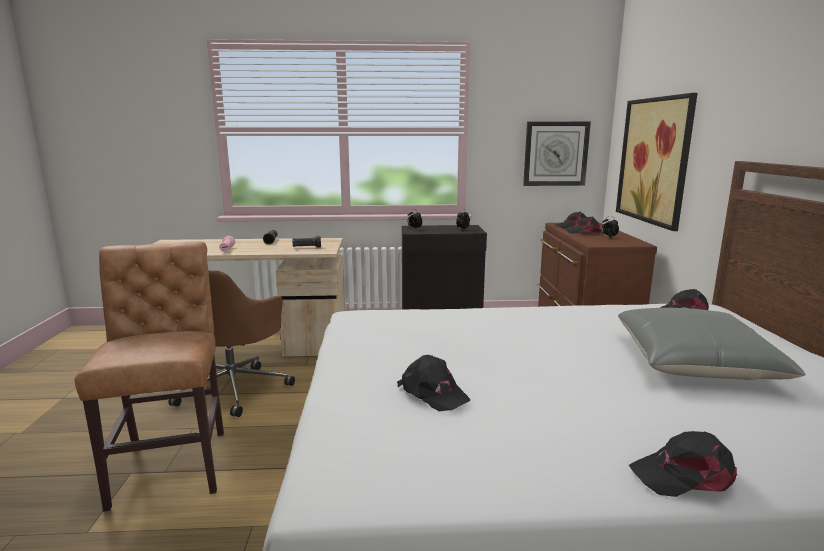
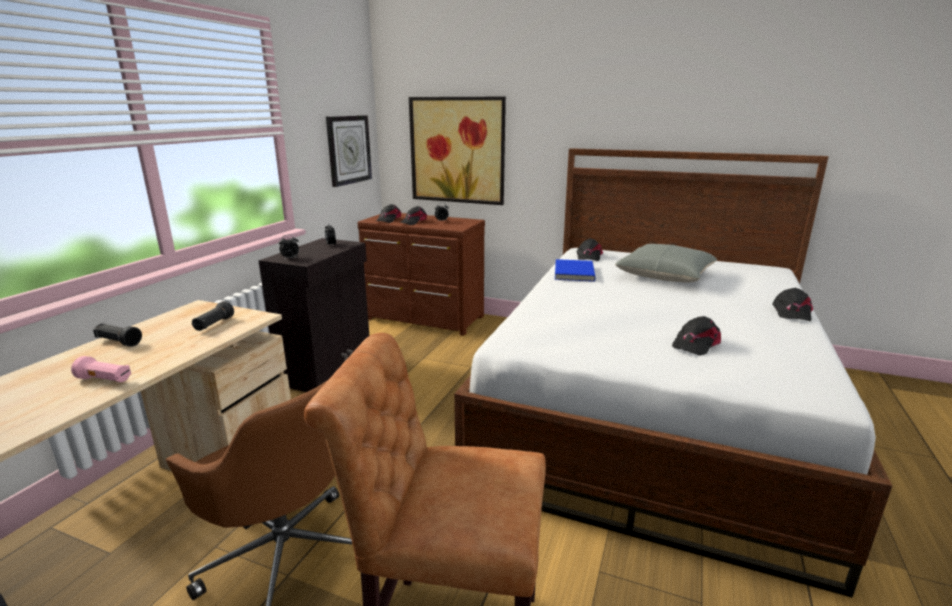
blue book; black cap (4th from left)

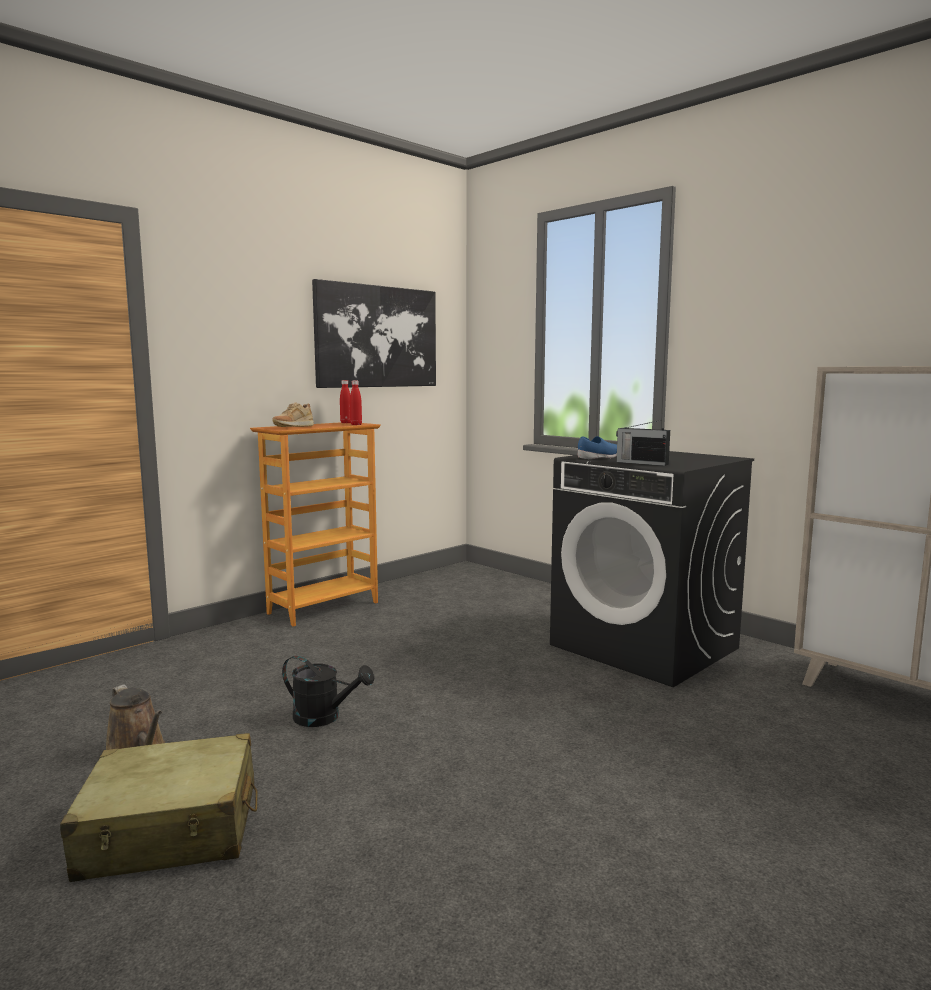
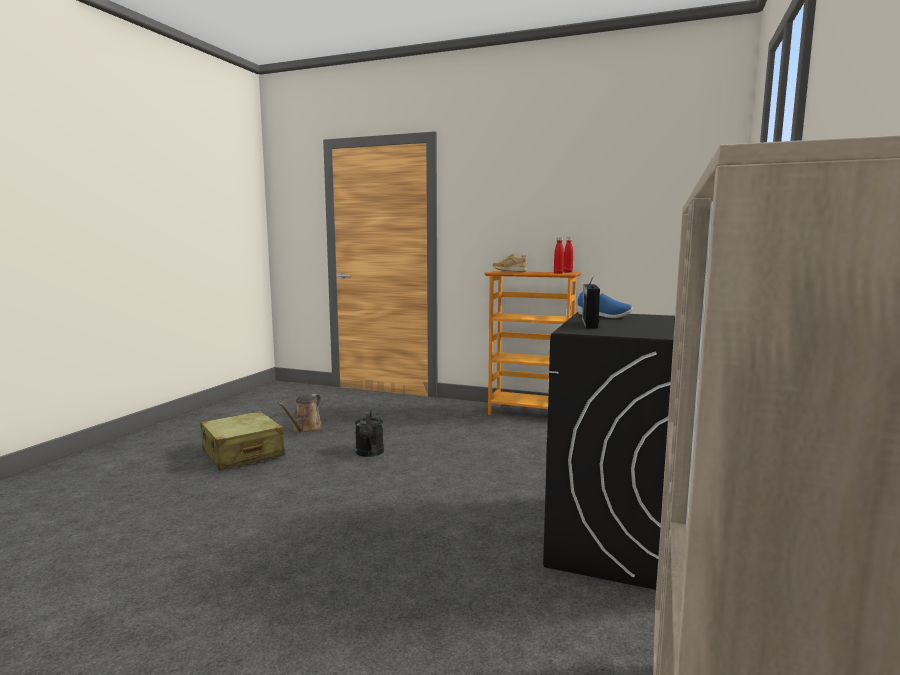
picture

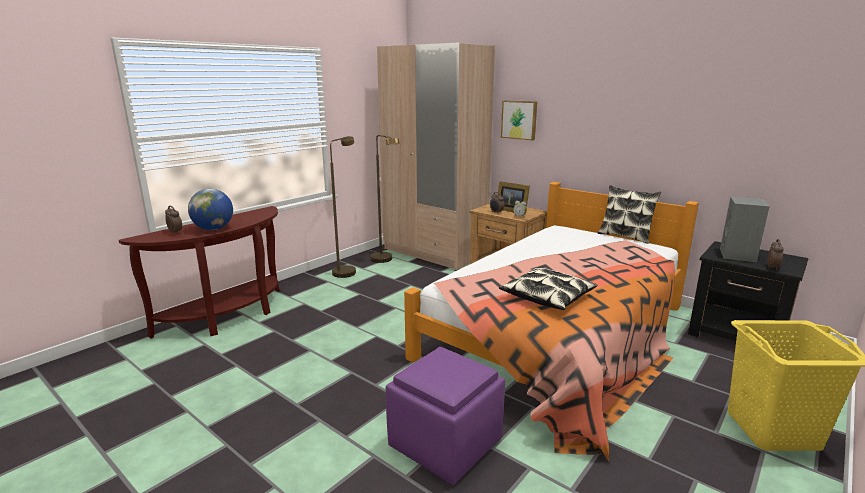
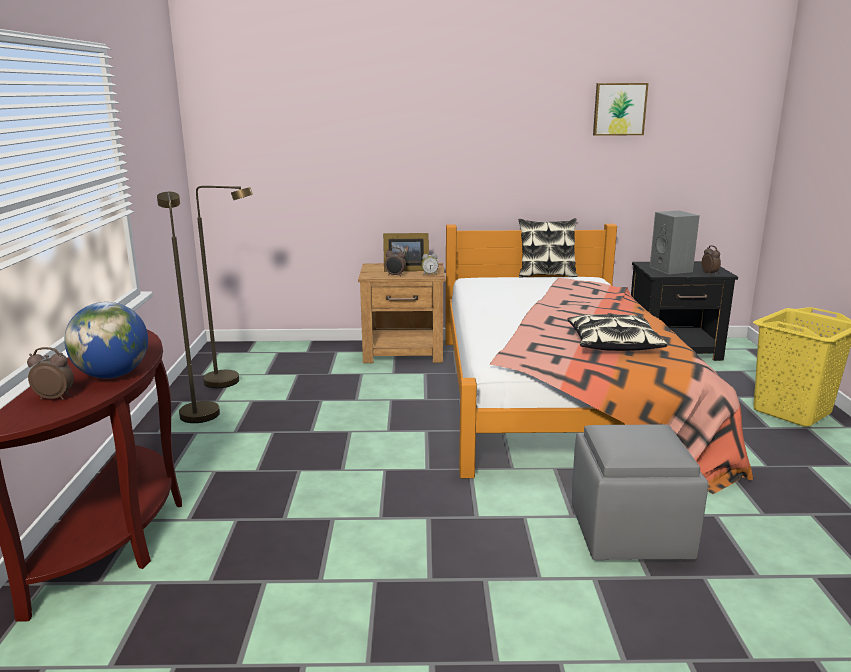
grey ottoman; picture; beige wardrobe

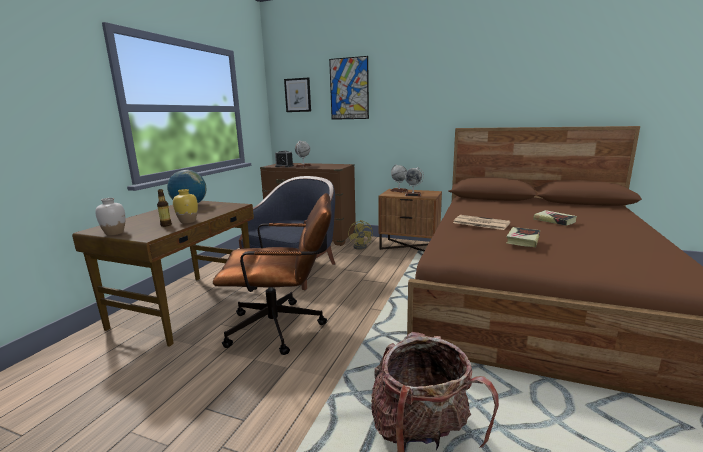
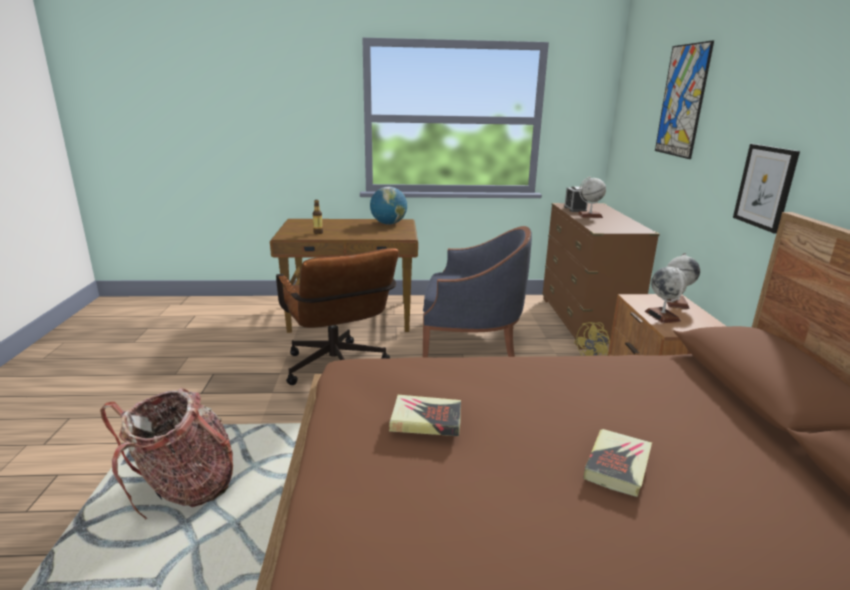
picture (2nd from left); white vase; yellow vase; newspaper

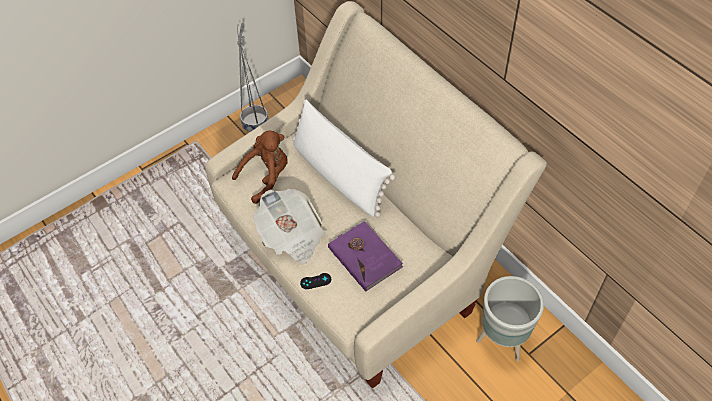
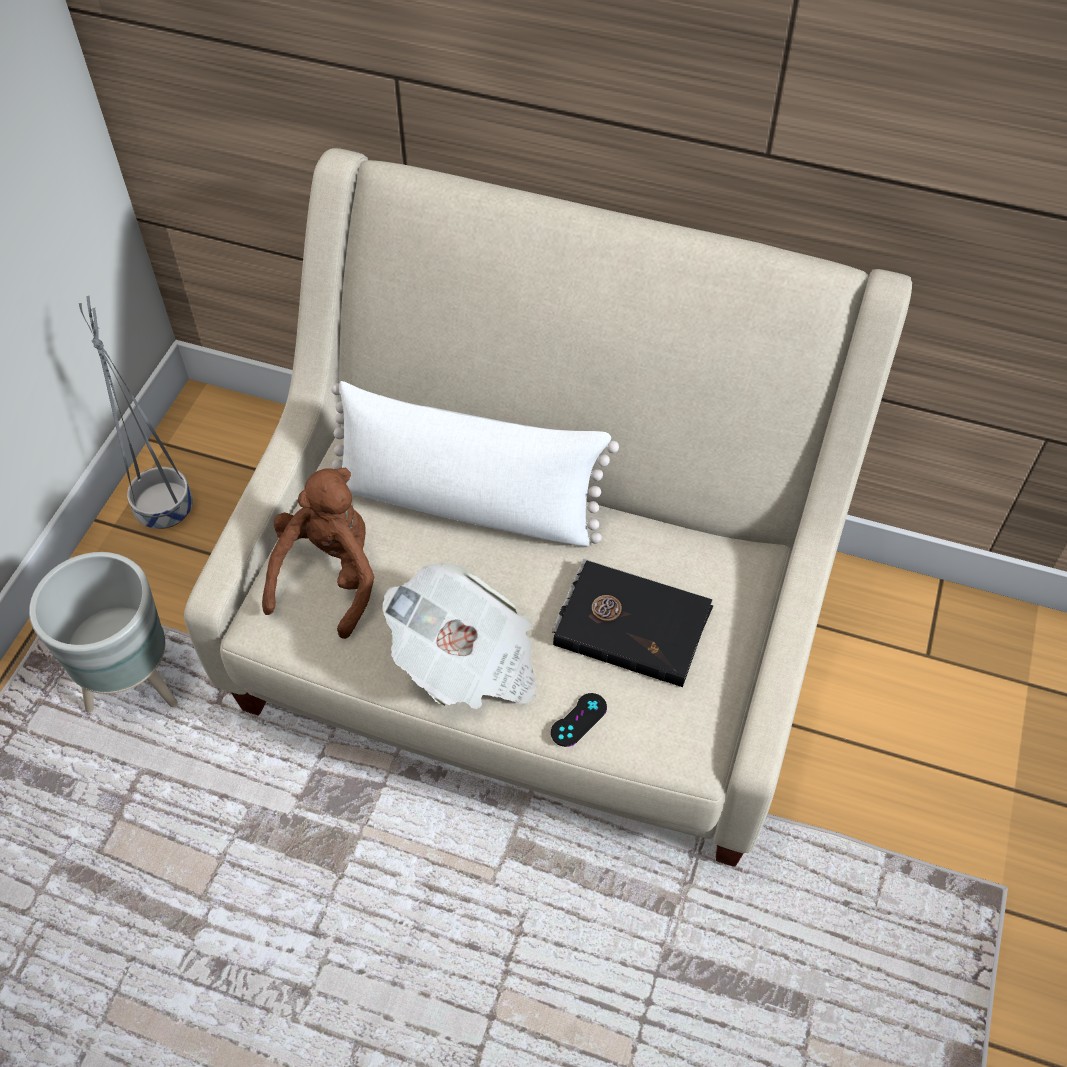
grey planter (1st from left); black book

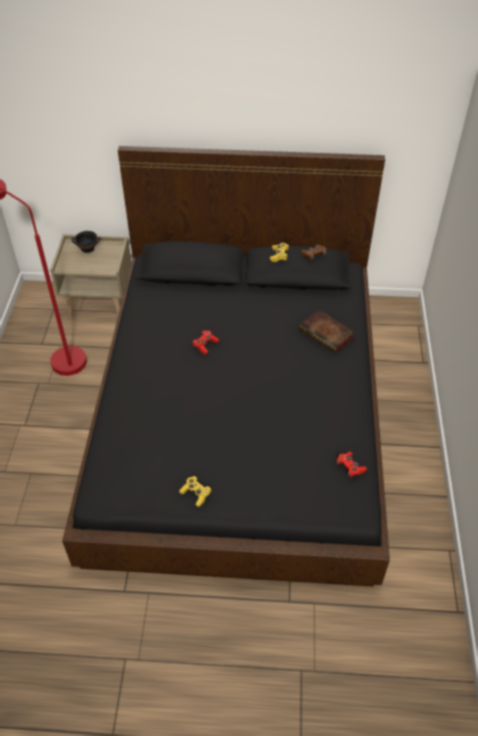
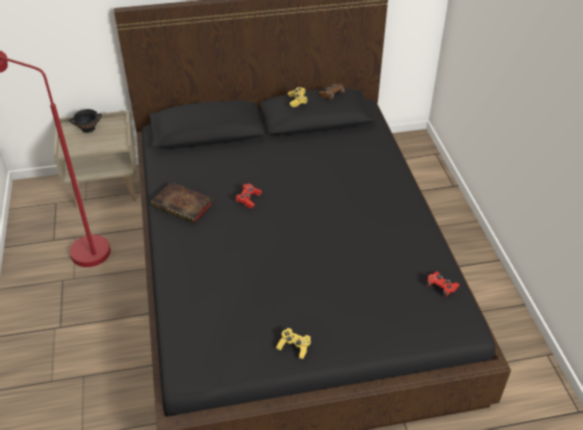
book

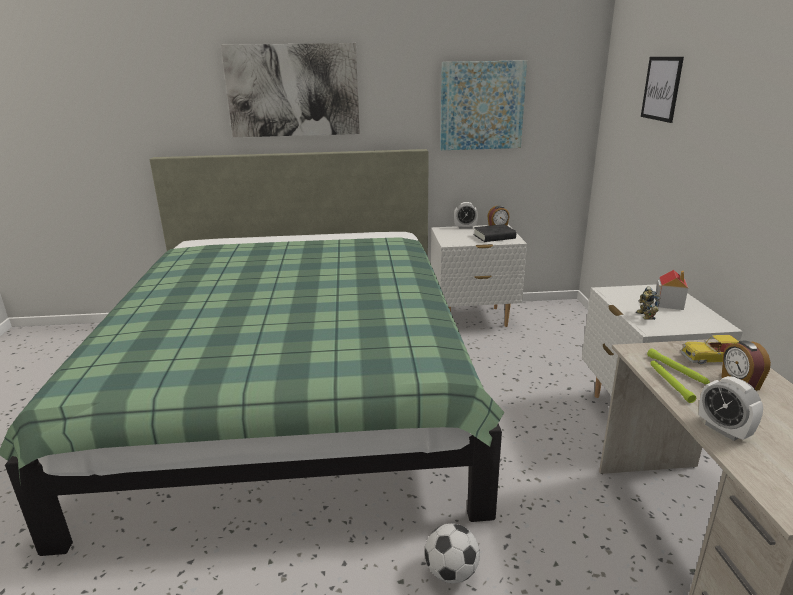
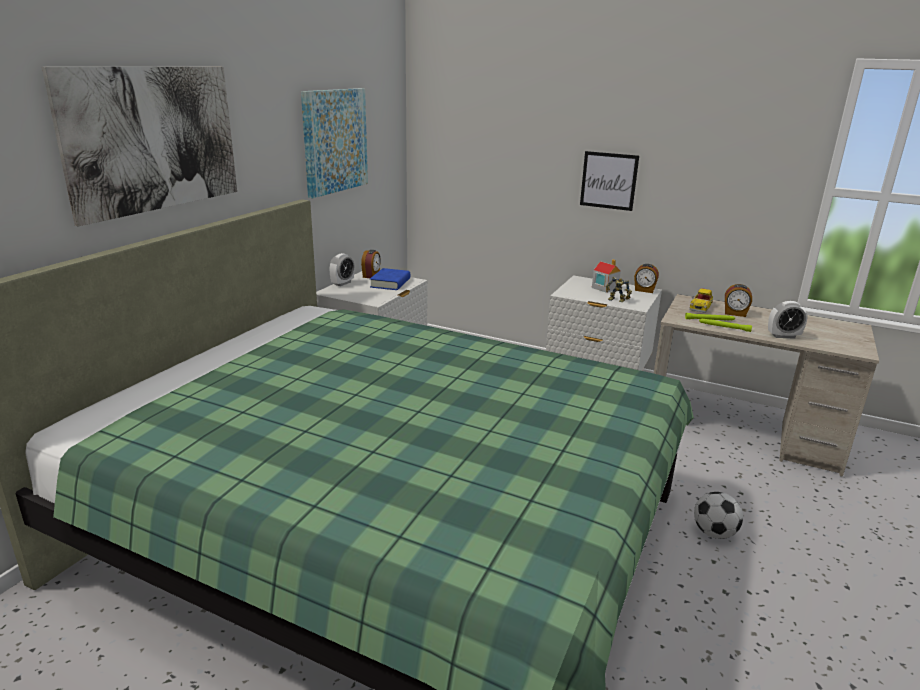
blue book; picture (3rd from left); alarm clock (3rd from left)

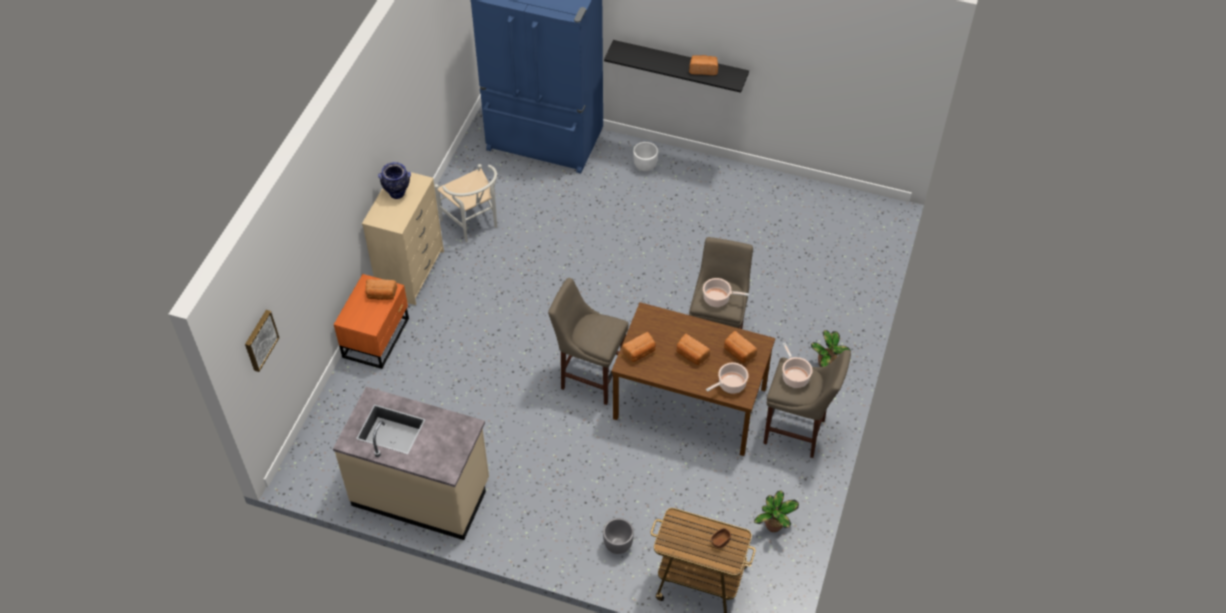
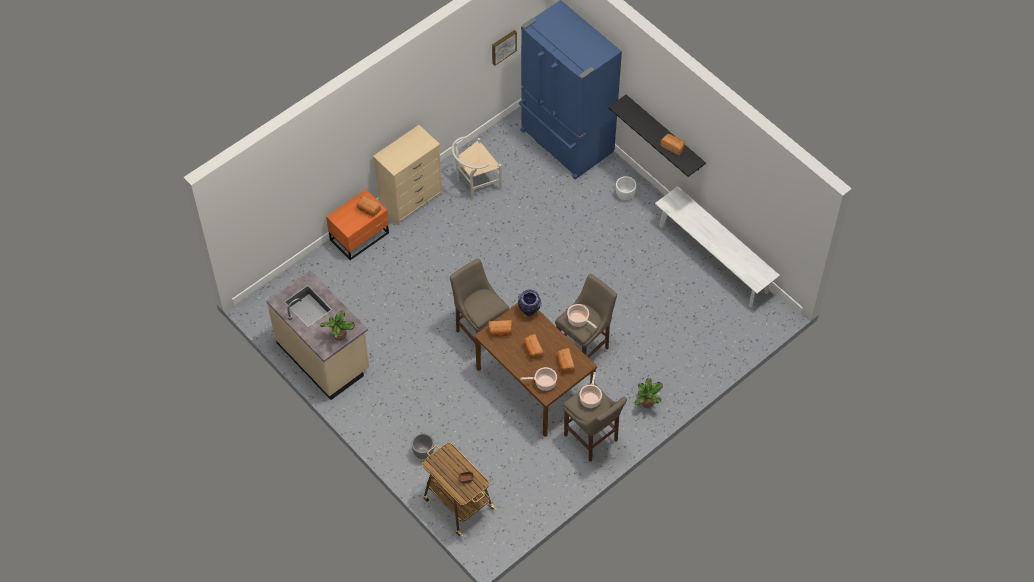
potted plant (1st from left); white chair; picture; vase; white bench

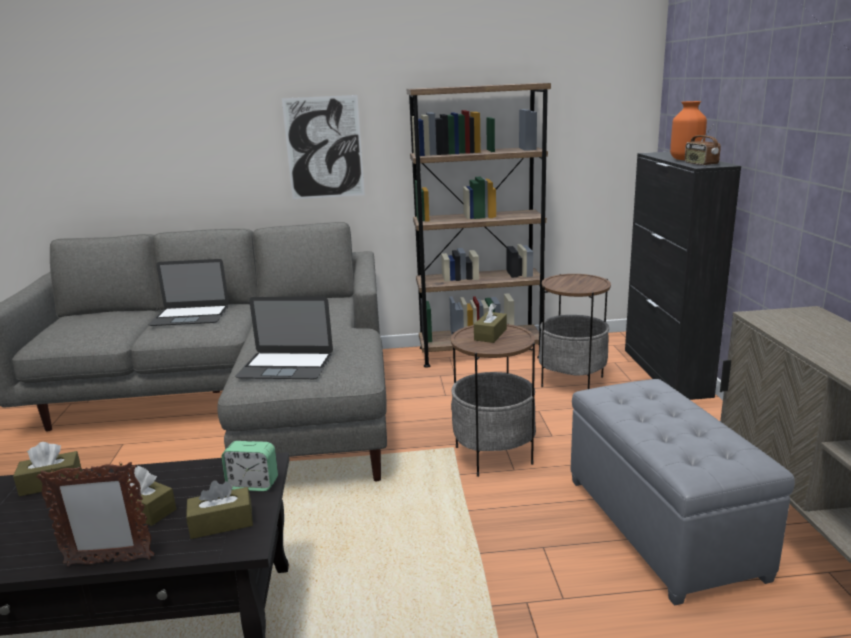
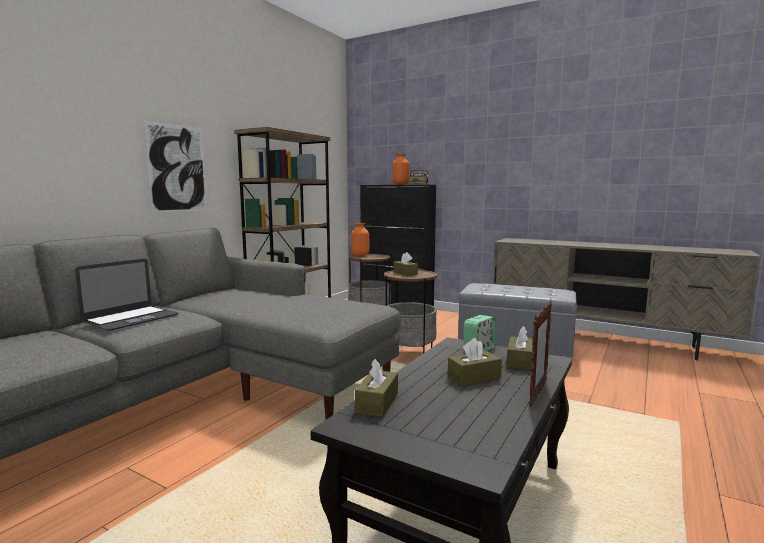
orange vase (1st from left); laptop (2nd from left in the first image)

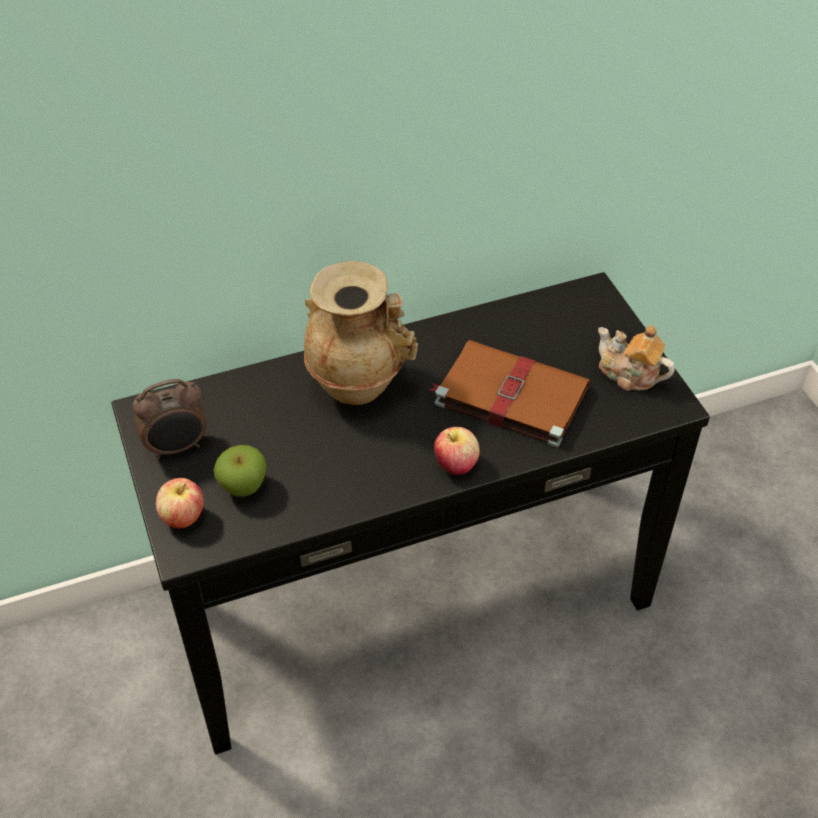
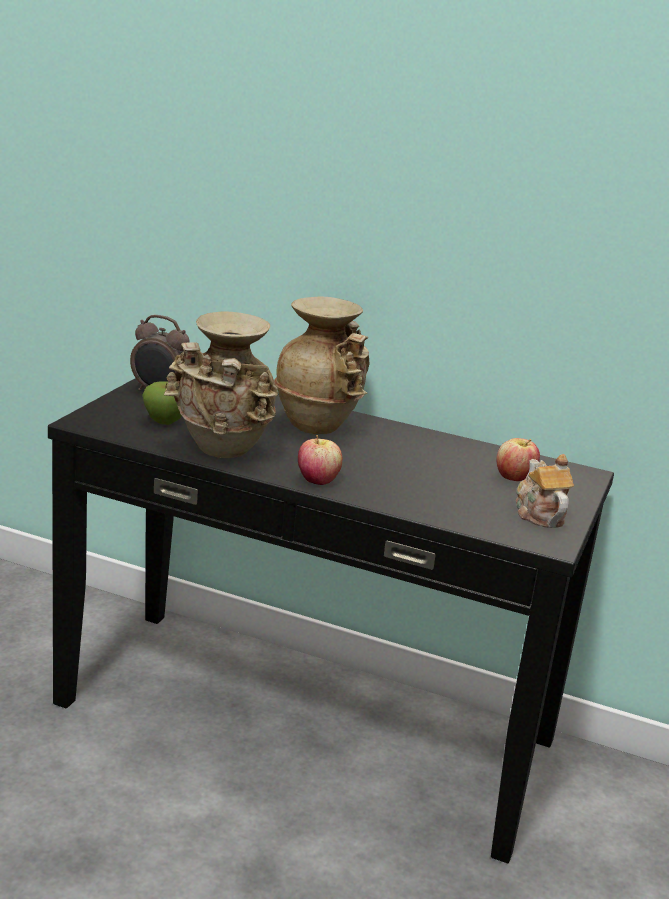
beige vase (1st from left); apple (3rd from left); brown book

